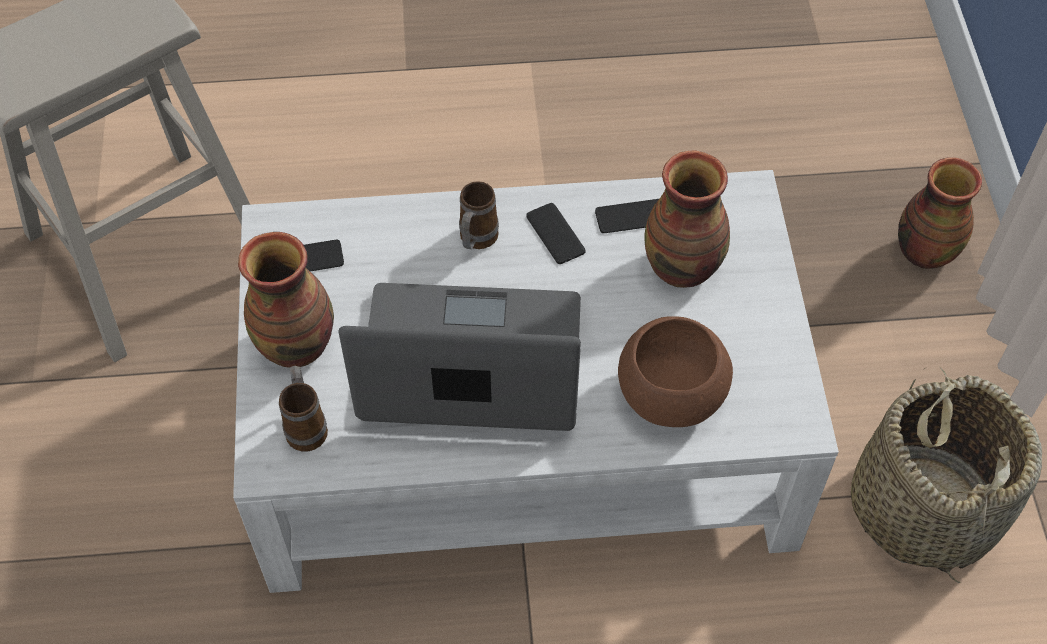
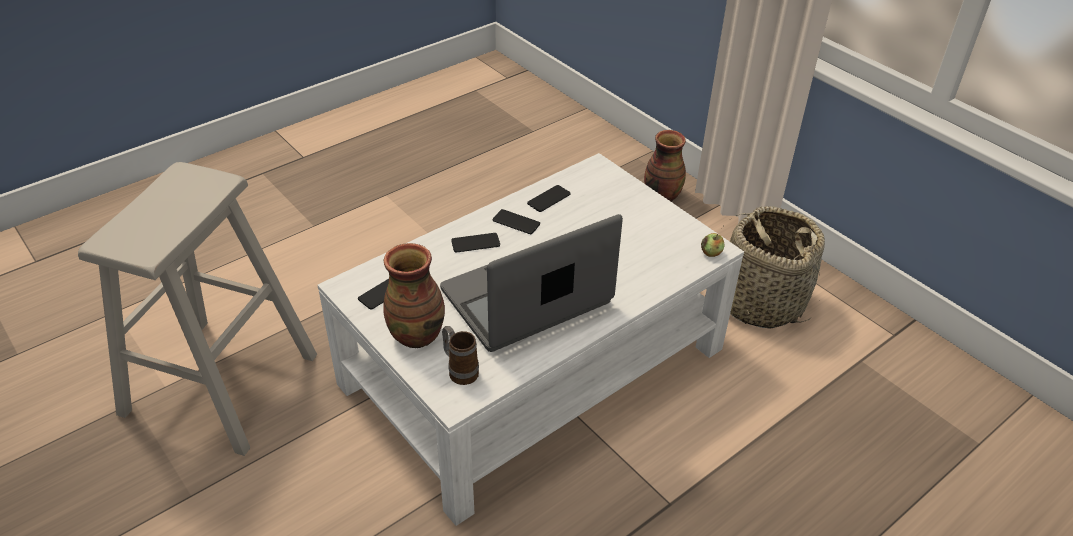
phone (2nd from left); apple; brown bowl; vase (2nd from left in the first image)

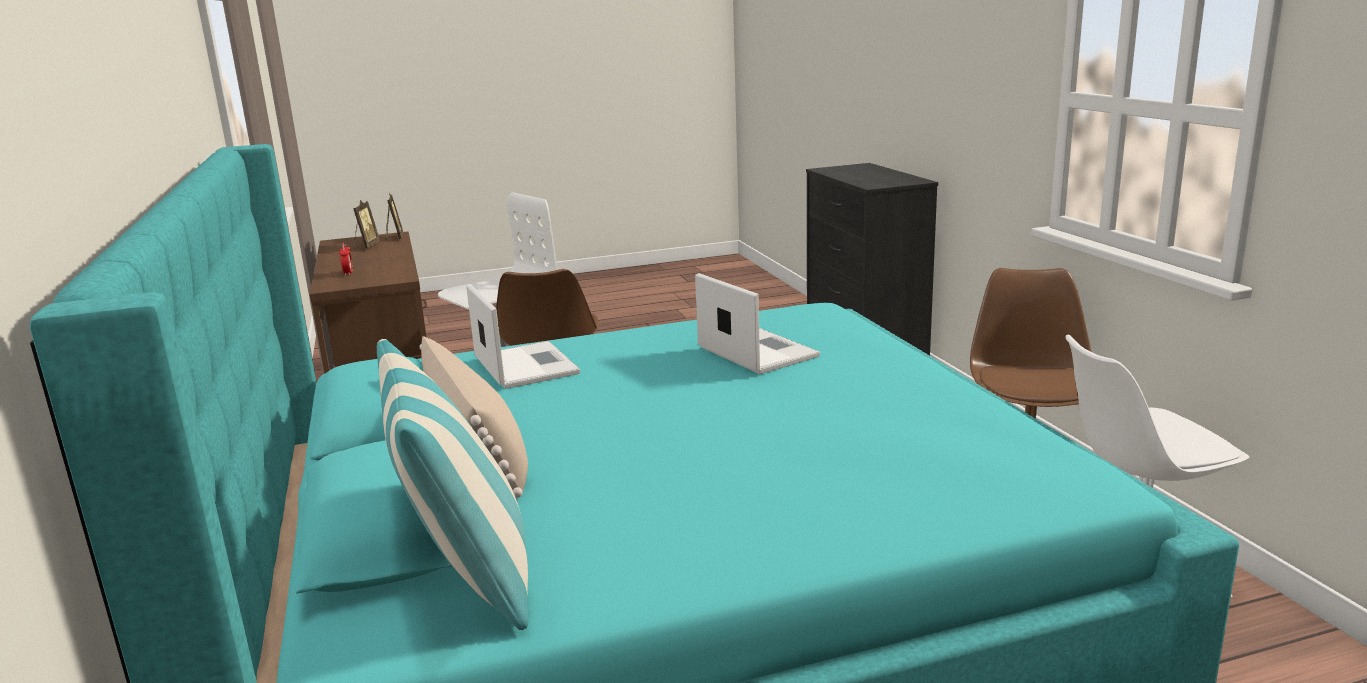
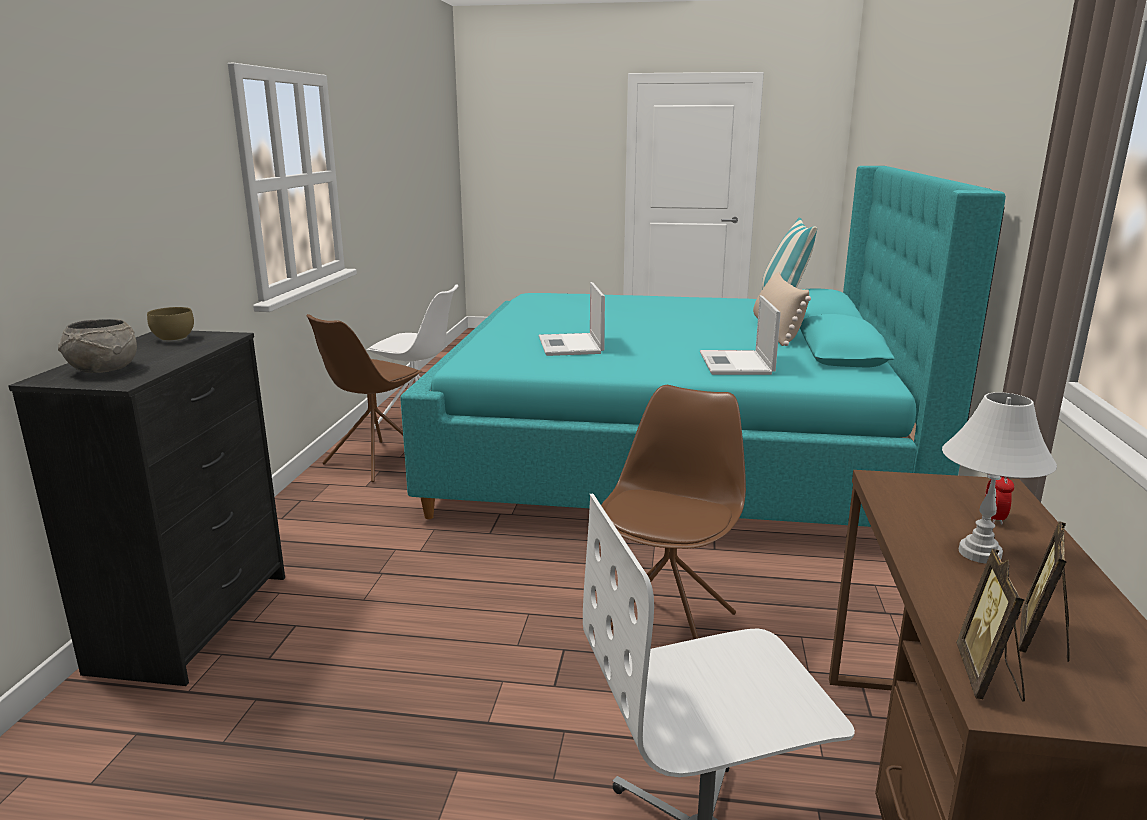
grey bowl; brown bowl; white table lamp

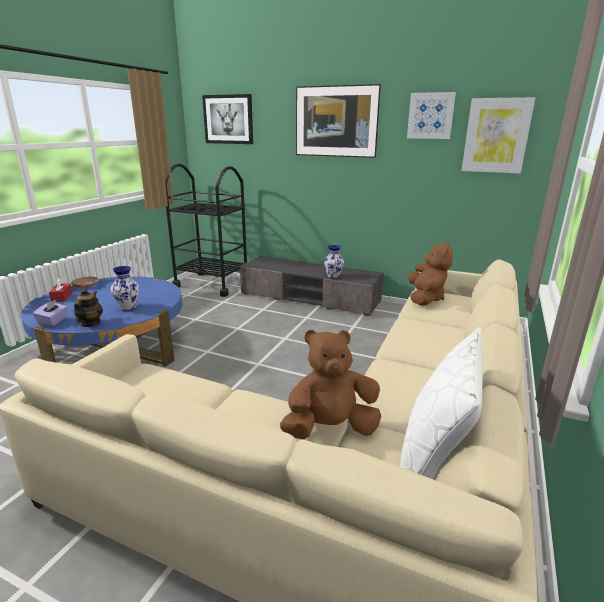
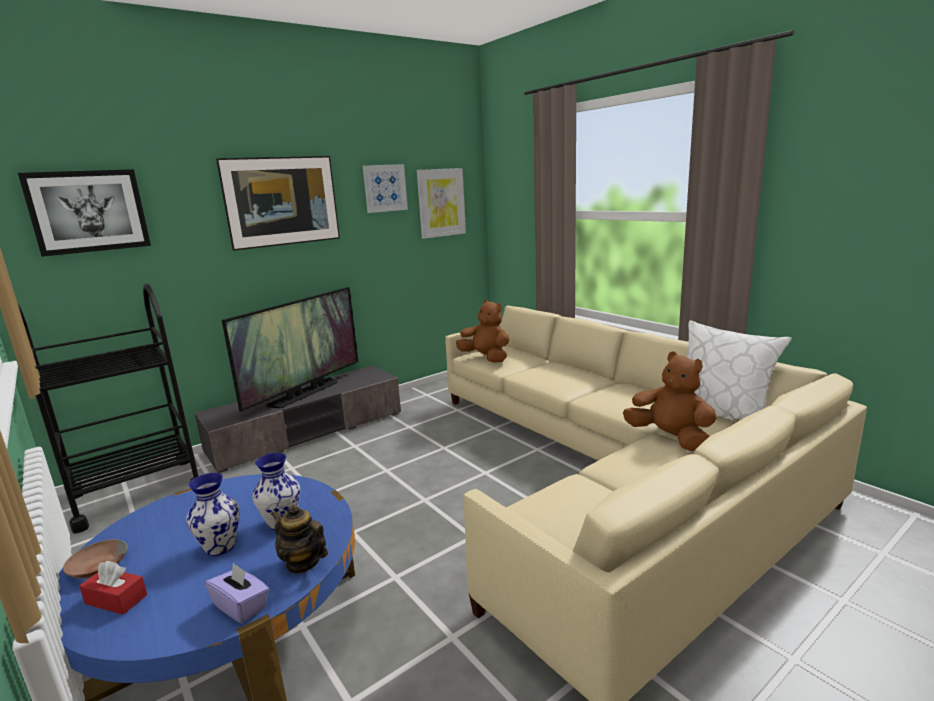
vase (1st from left); television; brown plush toy (2nd from left)

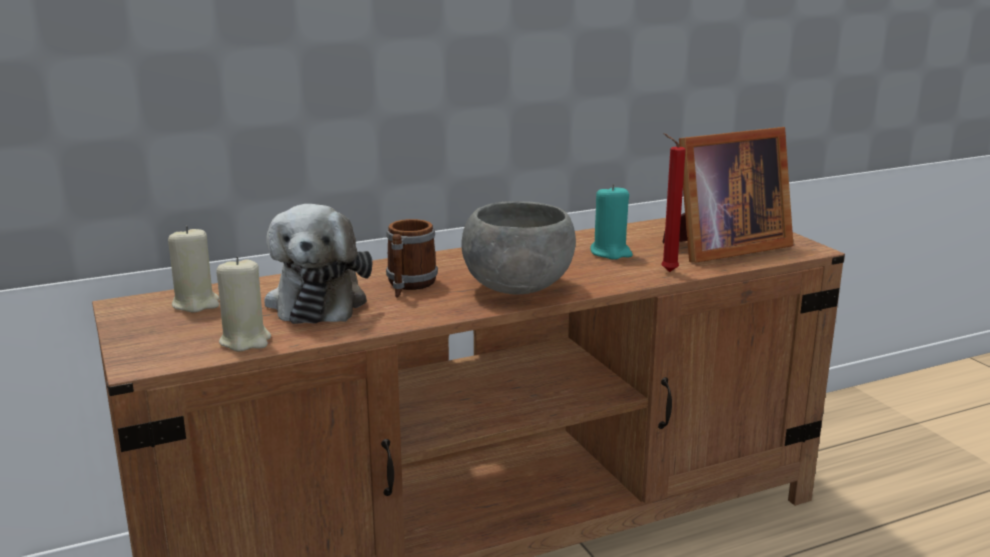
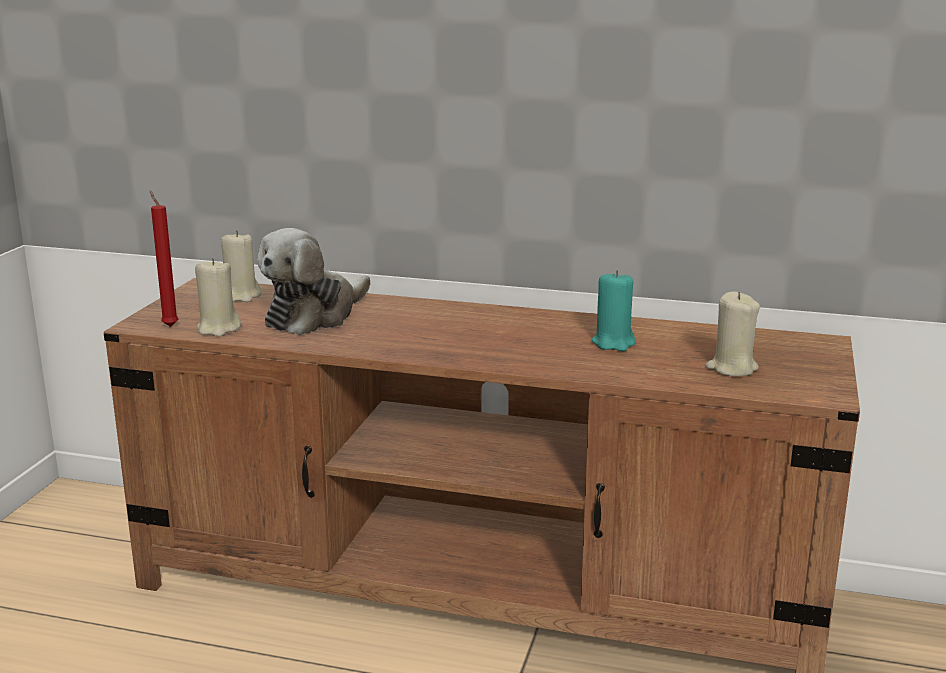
red candle; beige candle (3rd from left); mug; grey bowl

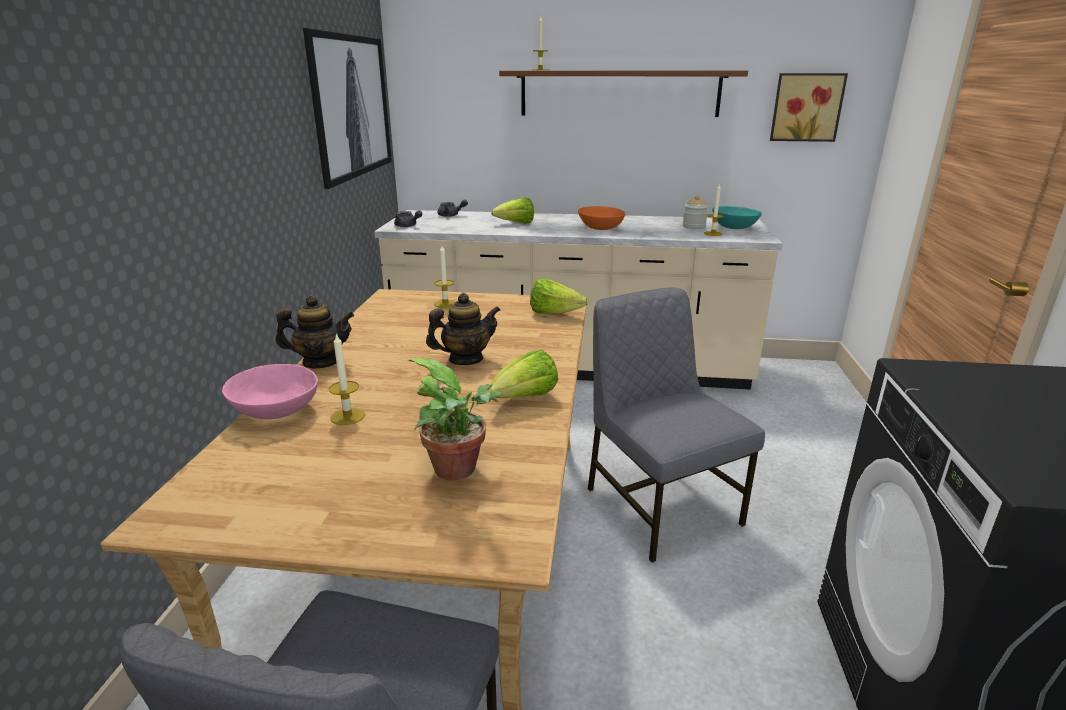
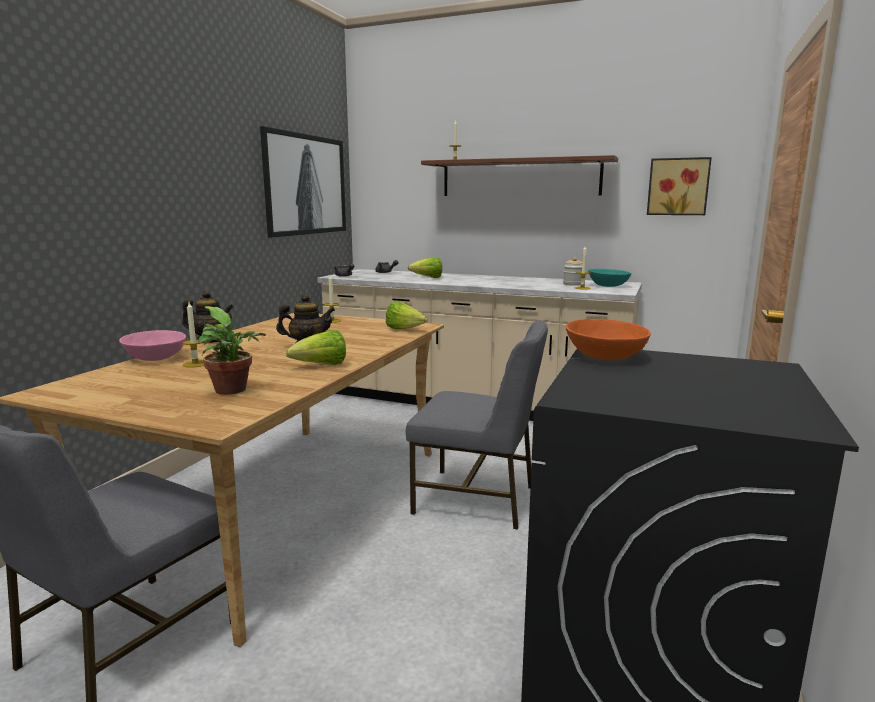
grey chair (2nd from left); orange bowl

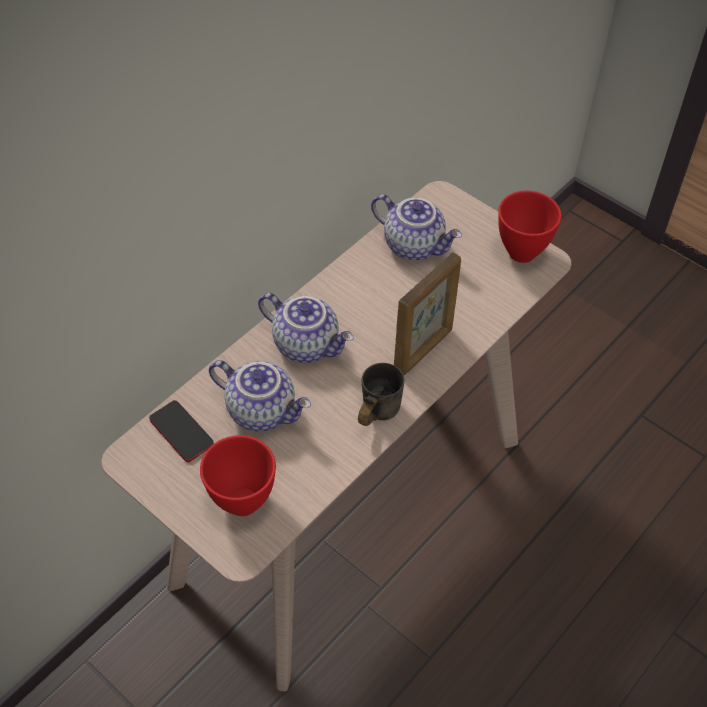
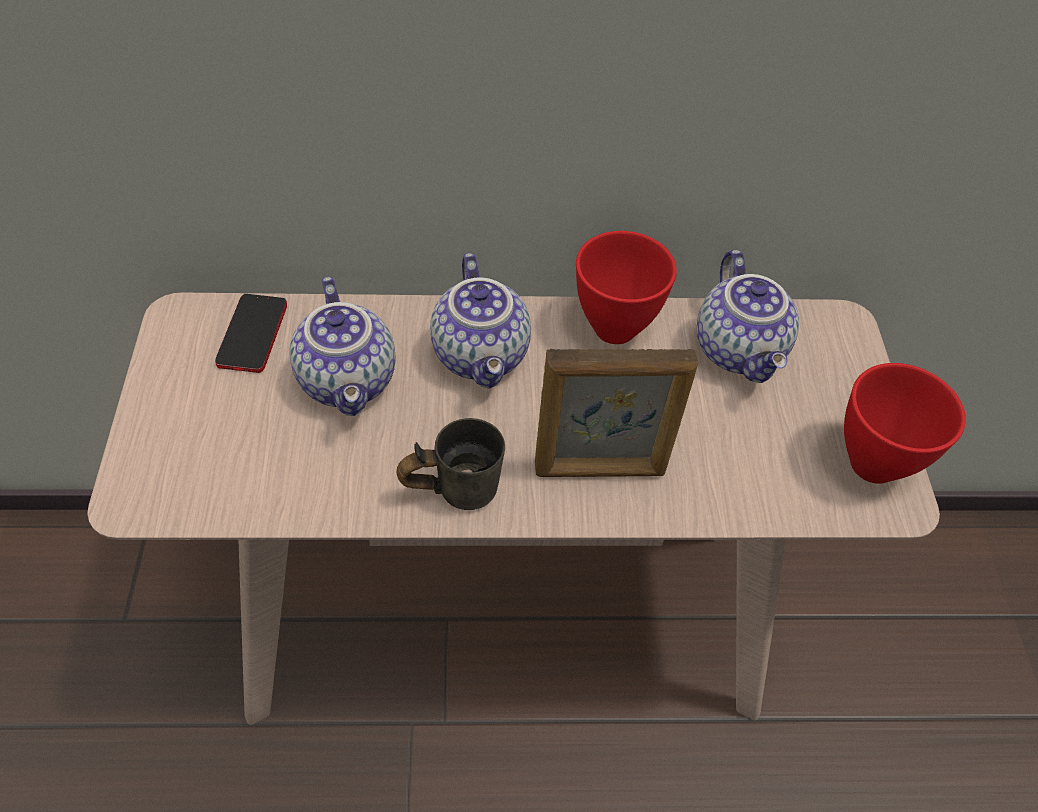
red bowl (1st from left)

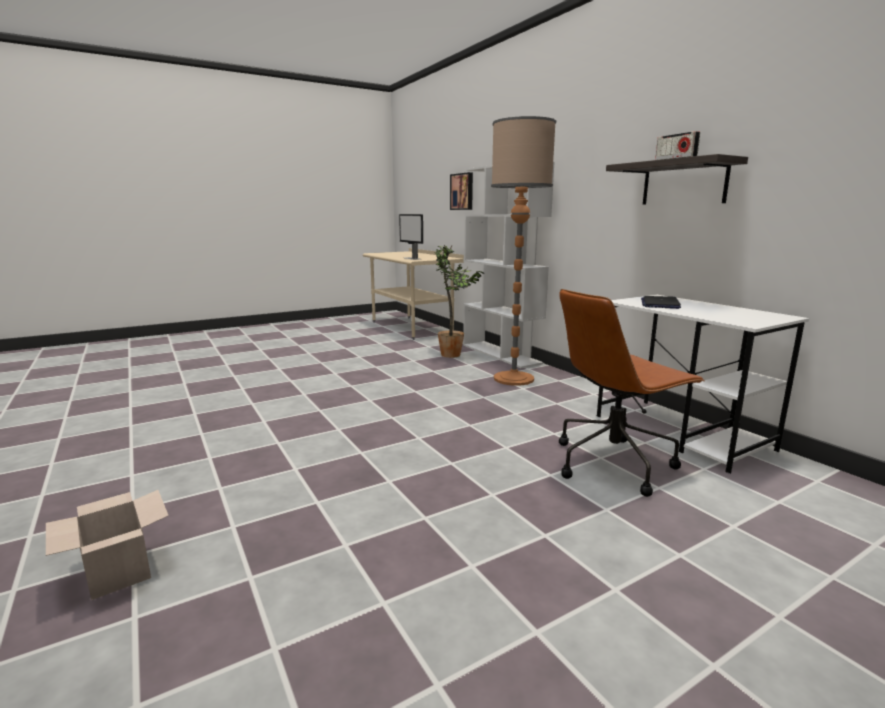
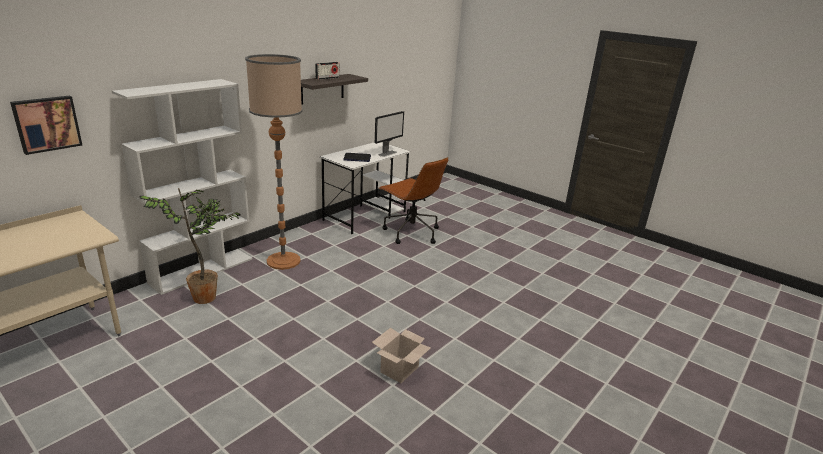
cardboard box; monitor

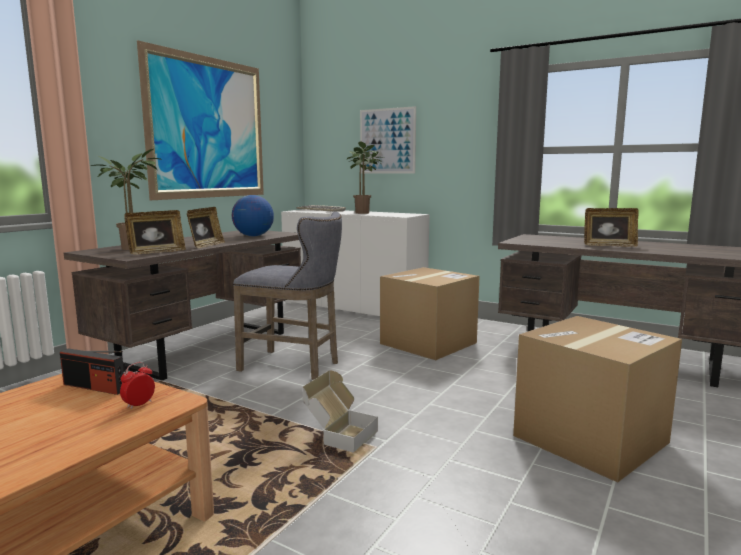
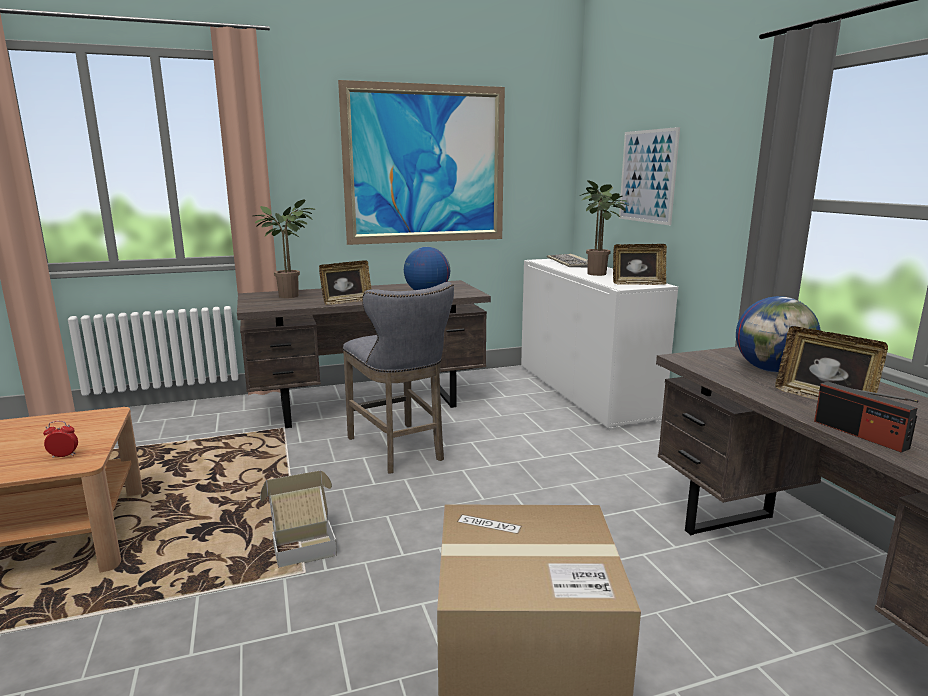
picture frame (2nd from left); globe (2nd from left); radio; cardboard box (2nd from left in the first image)

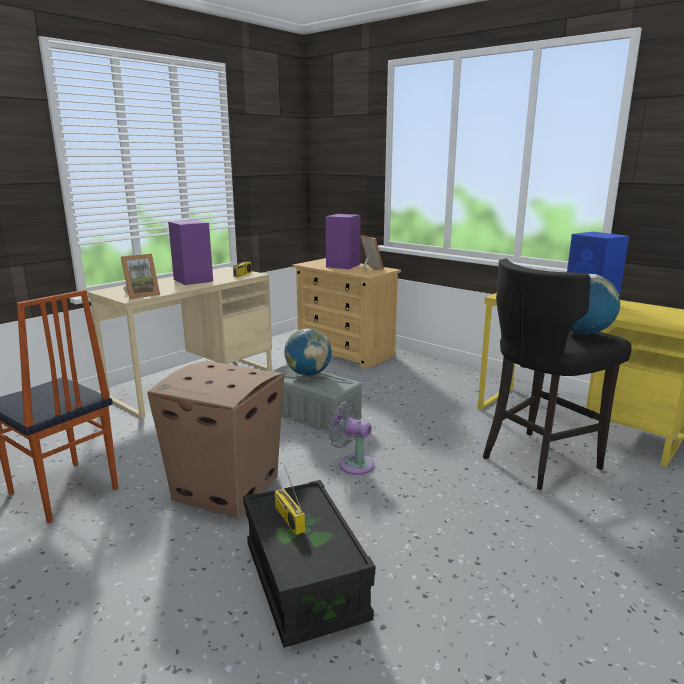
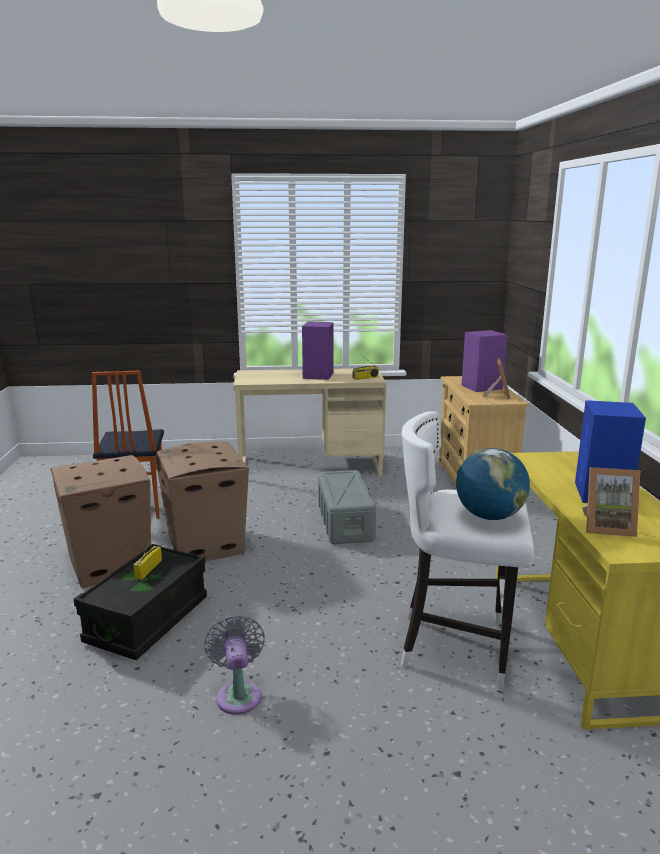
cardboard box (1st from left); grey fan; white stool; picture frame (2nd from left); globe (1st from left in the first image)

